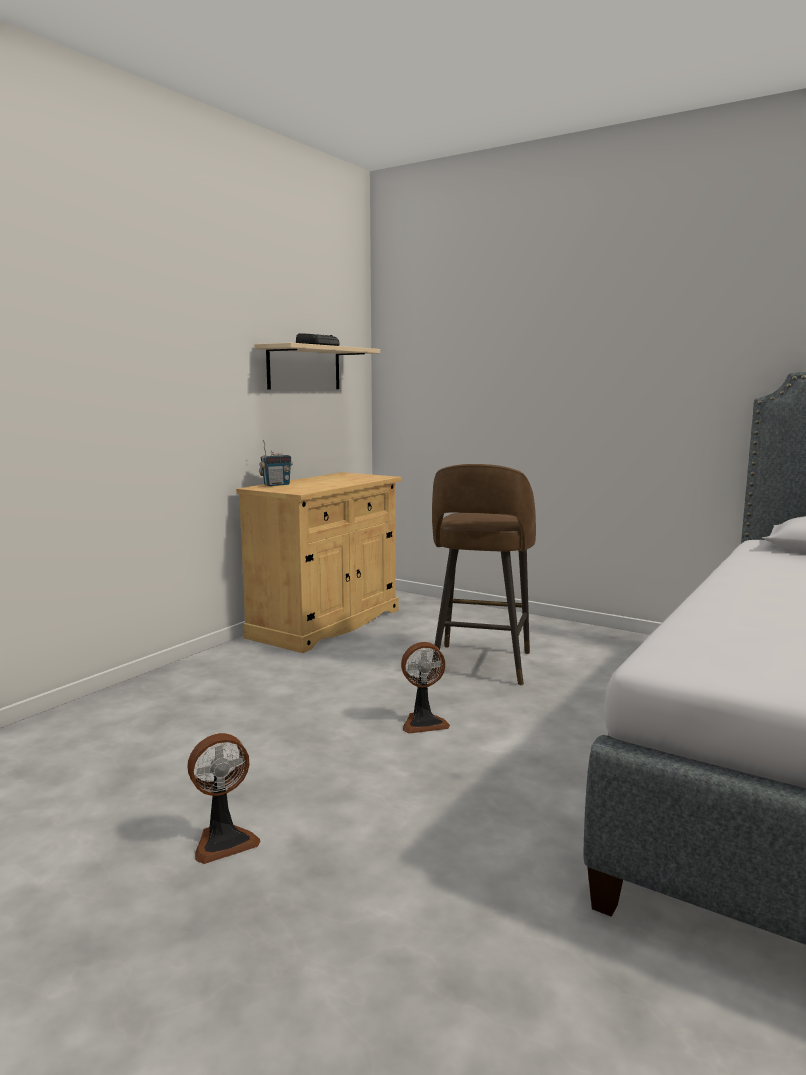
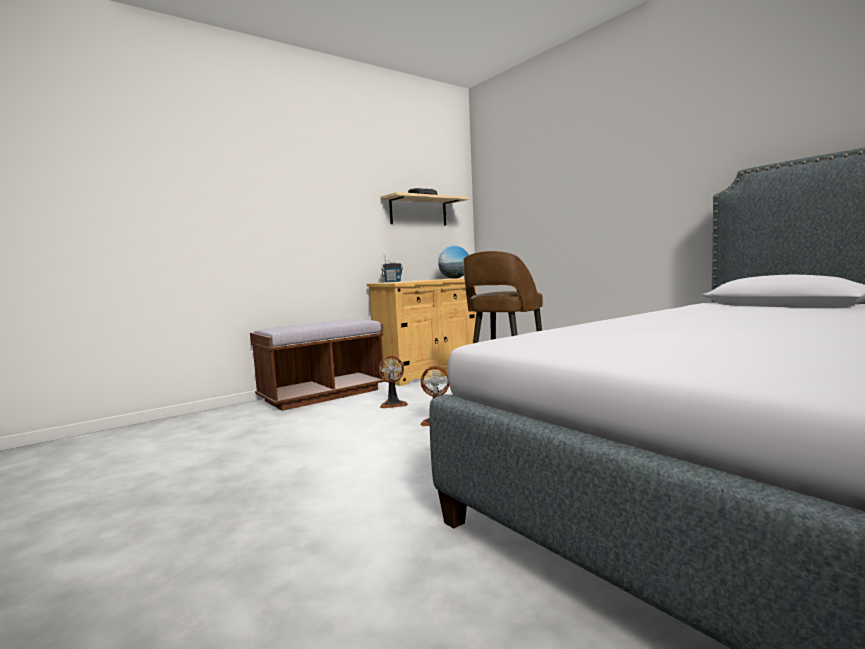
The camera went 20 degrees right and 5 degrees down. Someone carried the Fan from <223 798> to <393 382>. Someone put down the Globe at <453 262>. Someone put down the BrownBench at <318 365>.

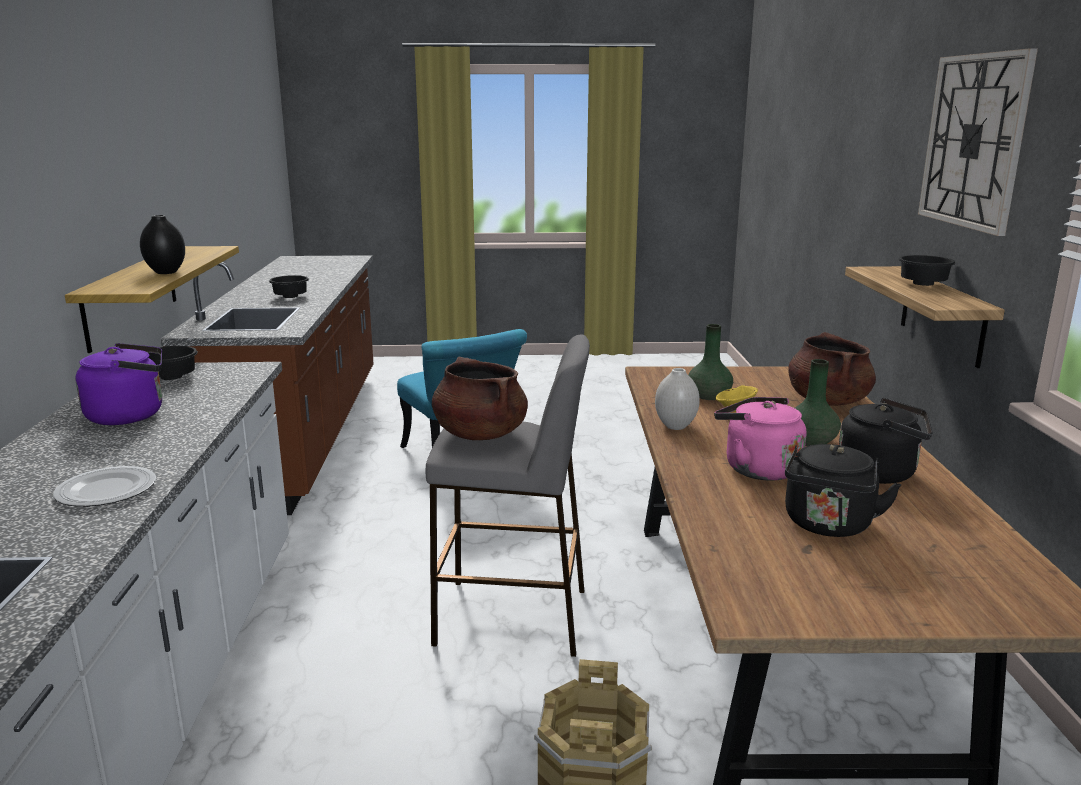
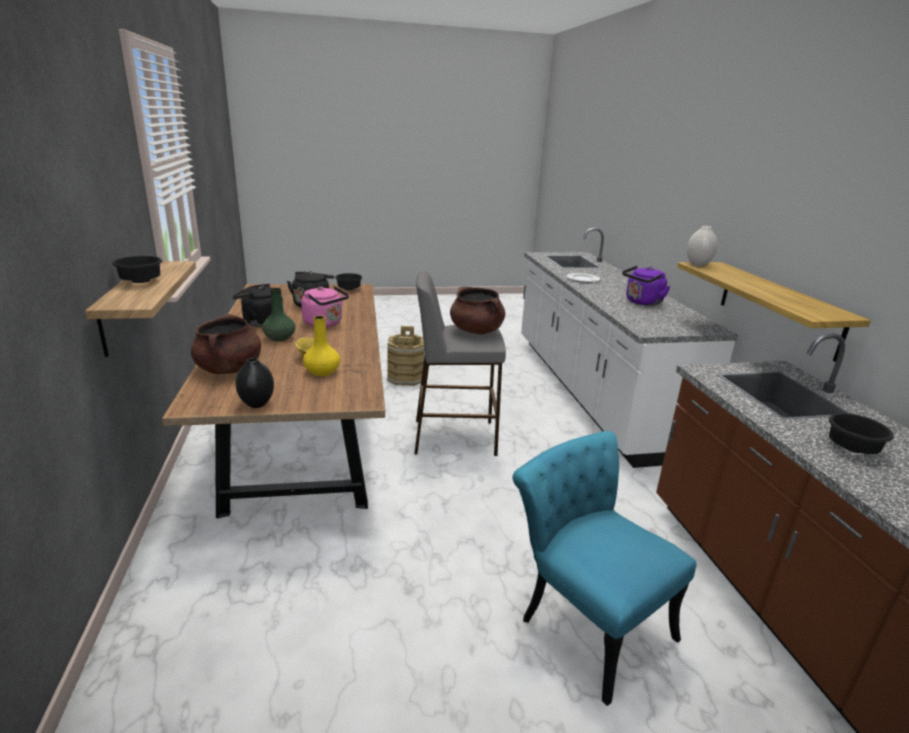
The camera went 170 degrees right and 5 degrees up. Someone took away the WallClock at <978 142>. Someone carried the BlackVase from <162 244> to <255 383>. Someone repainted the GreenVase at <710 362>, which became the YellowVase at <321 346>. Someone carried the BlackBowl from <173 363> to <348 281>. Someone carried the WhiteVase from <677 399> to <702 246>.

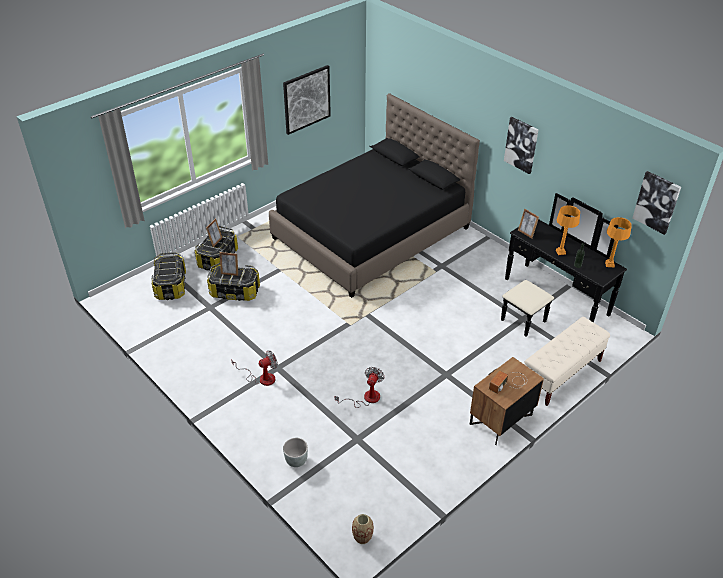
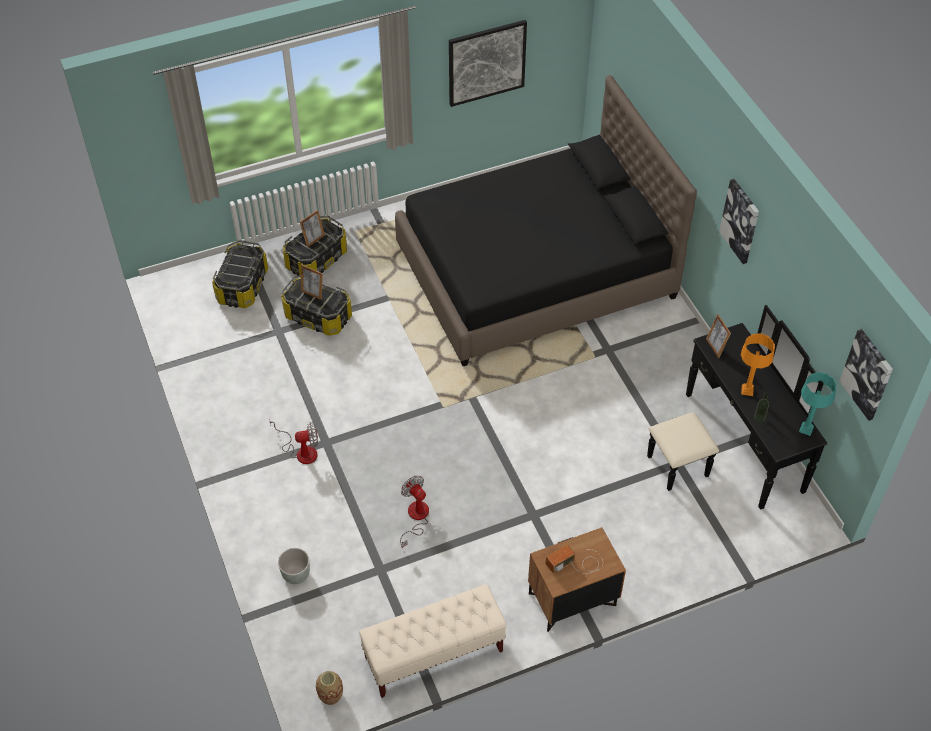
The camera went 20 degrees right and 10 degrees up. Someone repainted the OrangeTableLamp at <618 242>, which became the TurquoiseTableLamp at <817 404>. Someone carried the BeigeBench from <567 361> to <432 641>. Someone rotated the Fan at <360 387> by 75 degrees counterclockwise.

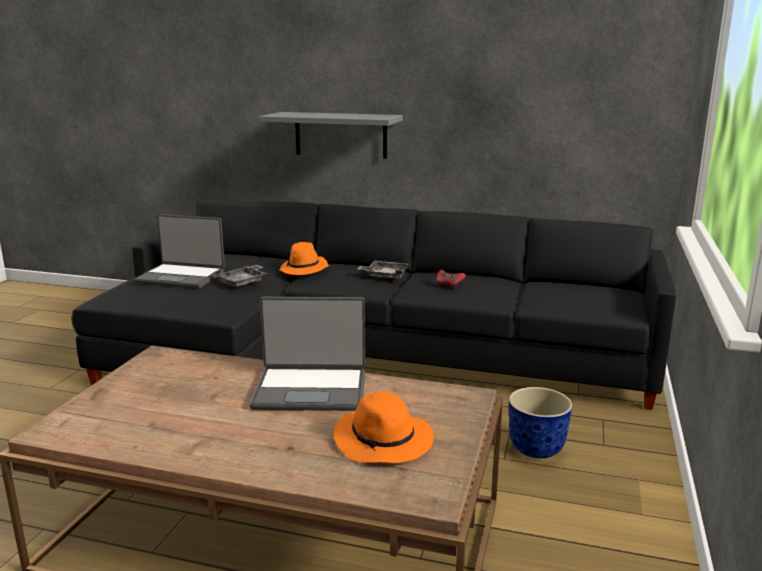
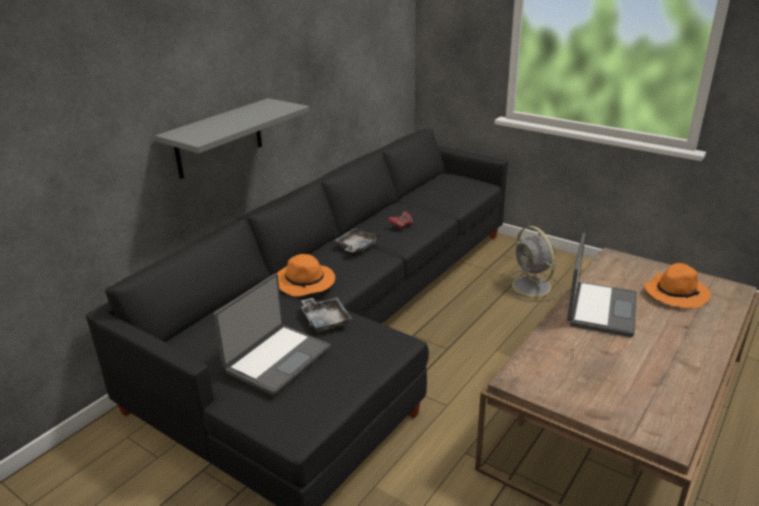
The camera went 70 degrees left and 10 degrees up. Someone swapped the Planter at <540 422> for the GreyFan at <533 264>.

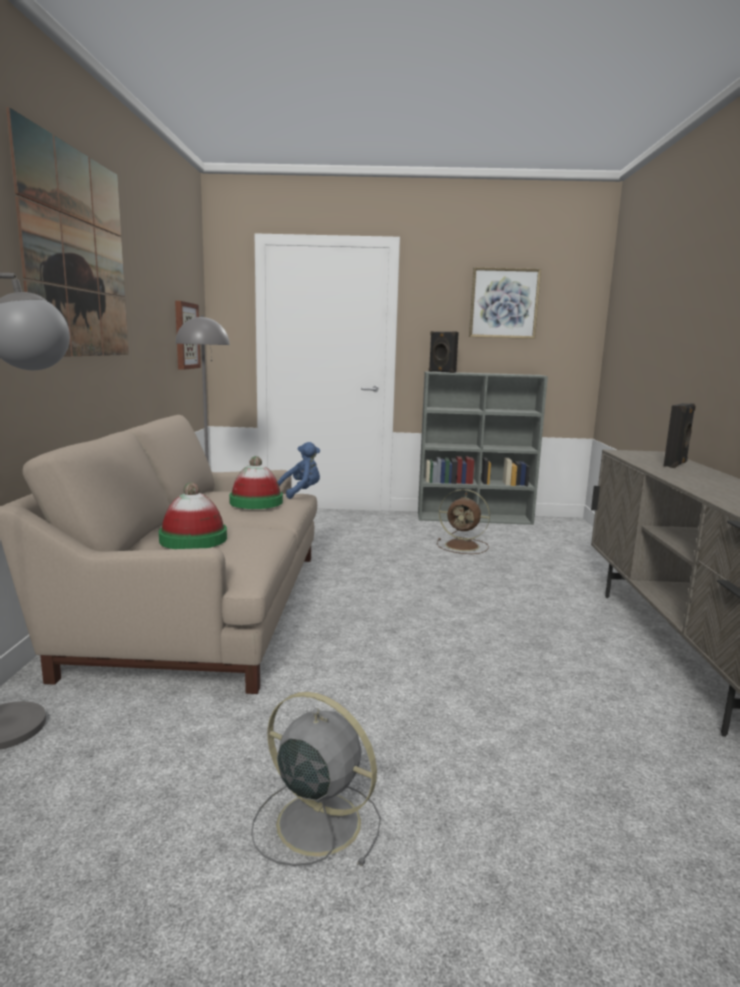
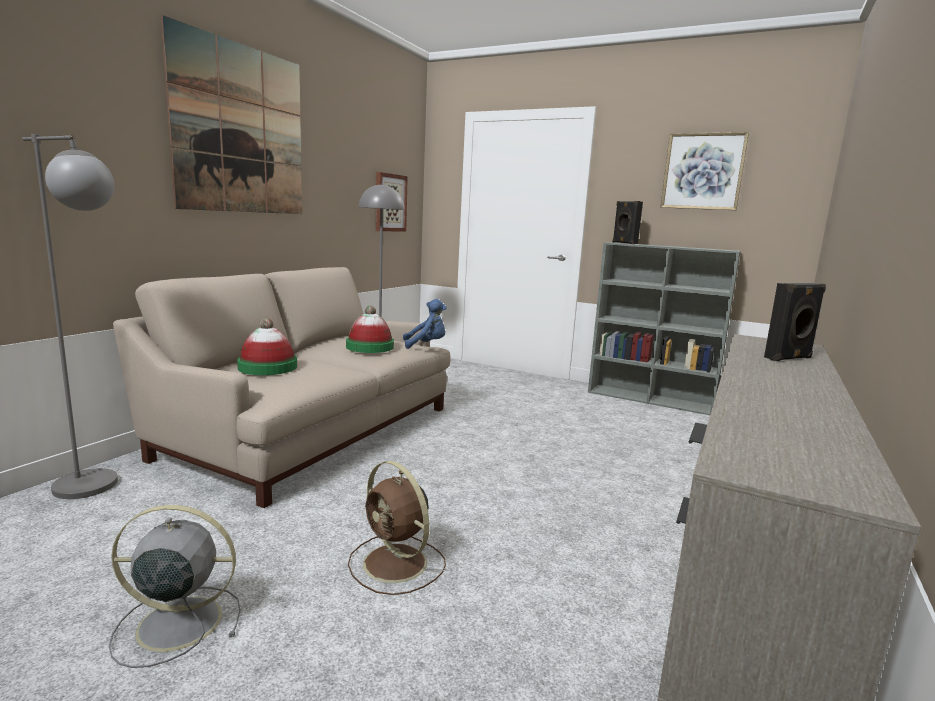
The camera went 25 degrees right and 0 degrees up. Someone carried the BrownFan from <463 521> to <397 528>. Someone rotated the GreyFan at <316 779> by 60 degrees counterclockwise.

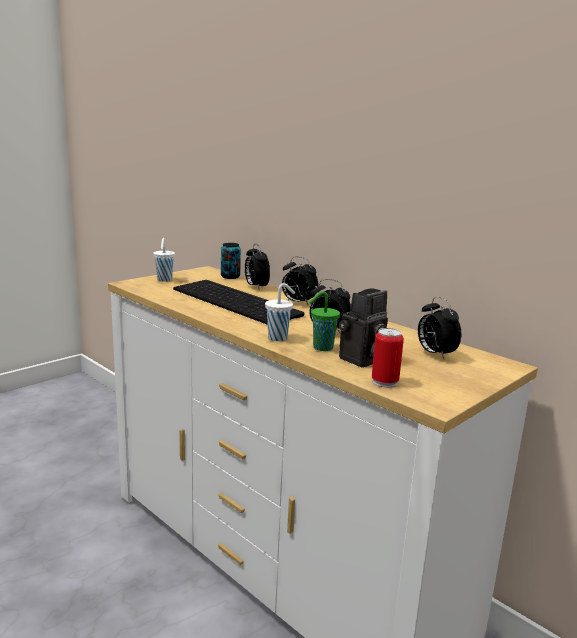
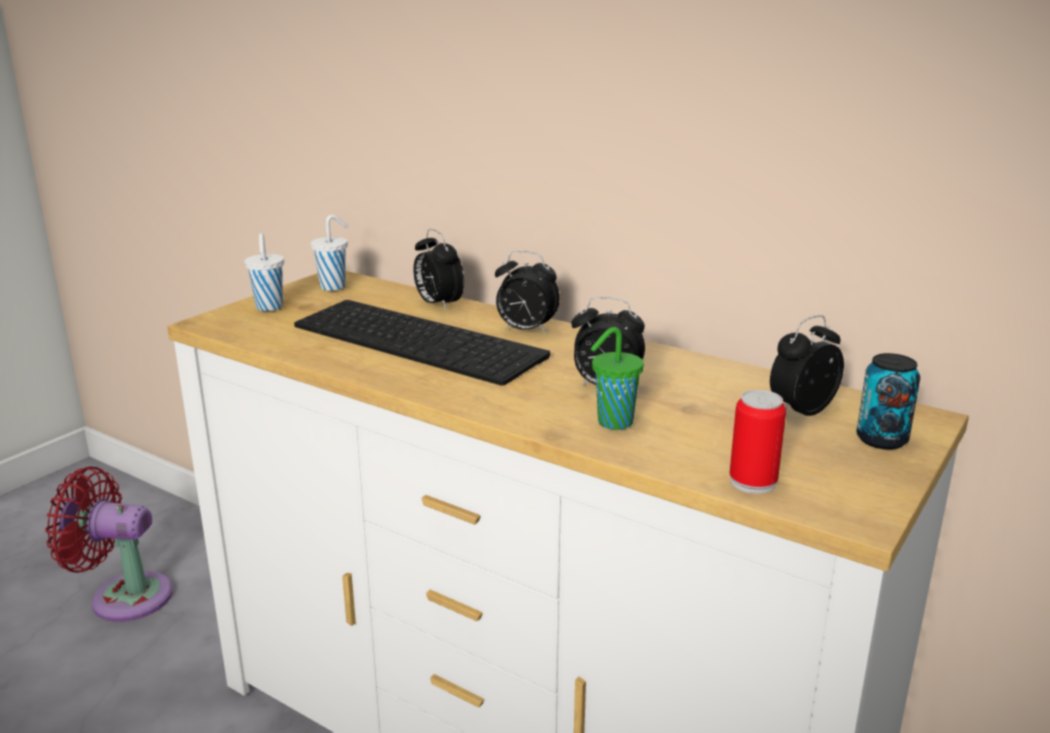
The camera went 10 degrees left and 5 degrees up. Someone carried the Can from <231 261> to <888 401>. Someone carried the WhiteCup from <280 312> to <329 253>. Someone took away the PhotoCamera at <363 327>. Someone rotated the AlarmClock at <439 327> by 90 degrees clockwise. Someone put down the RedFan at <109 544>.

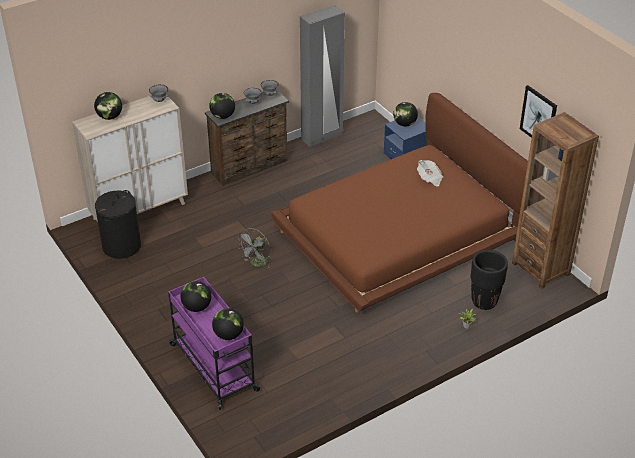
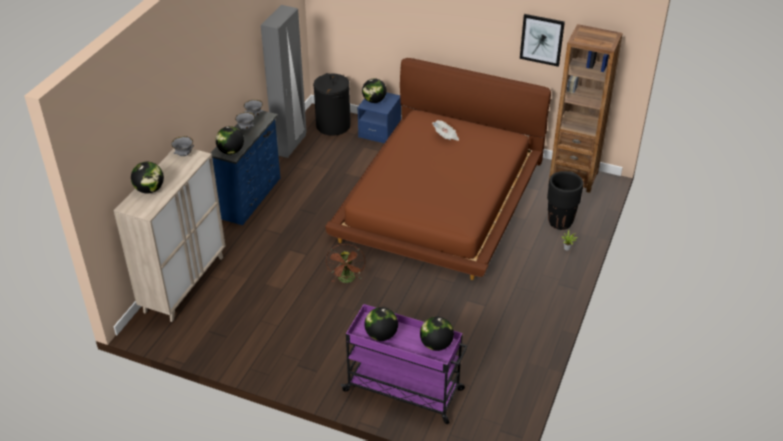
The camera went 35 degrees left and 0 degrees up. Someone repainted the BrownDresser at <247 137>, which became the BlueDresser at <245 168>. Someone carried the BlackLaundryBasket from <118 224> to <332 104>. Someone repainted the GreyFan at <255 248>, which became the BrownFan at <345 263>.

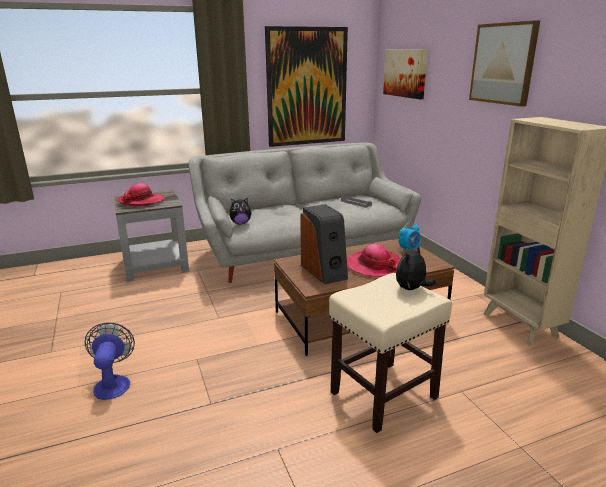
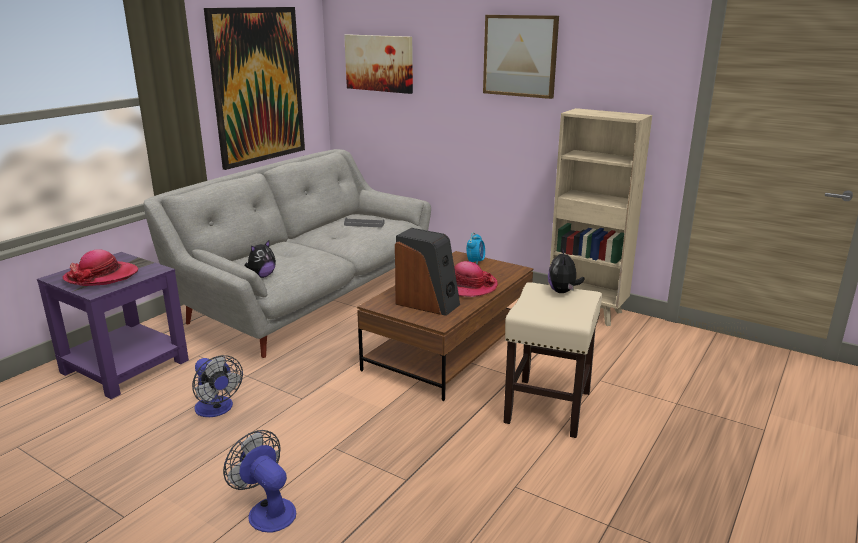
The camera went 35 degrees left and 0 degrees up. Someone repainted the GreySideTable at <151 235>, which became the PurpleSideTable at <113 325>. Someone put down the Fan at <217 386>.

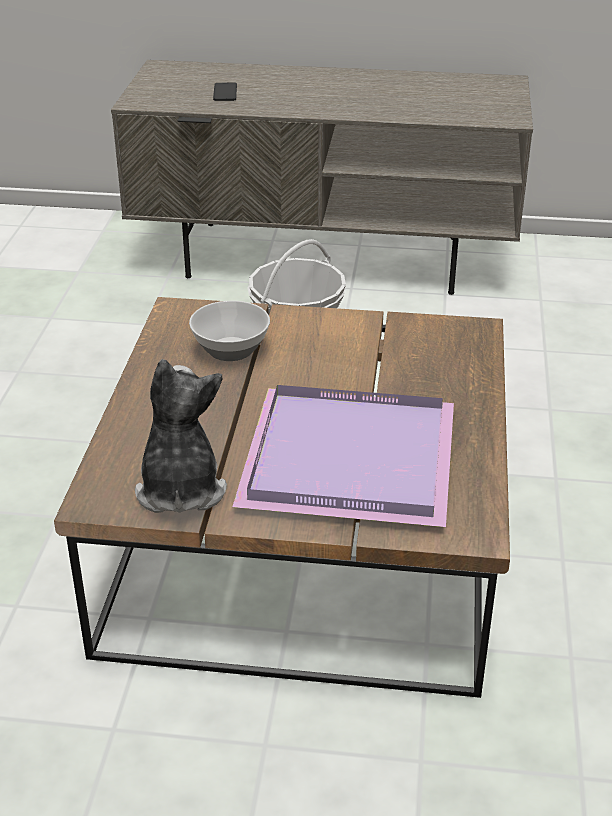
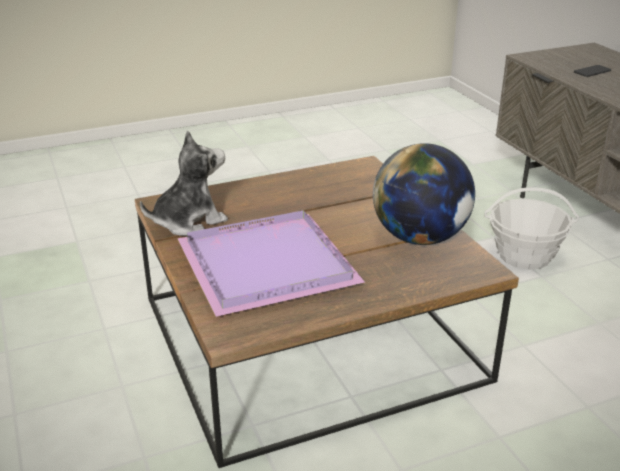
The camera went 60 degrees right and 5 degrees down. Someone took away the Bowl at <229 331>. Someone put down the Globe at <424 194>.

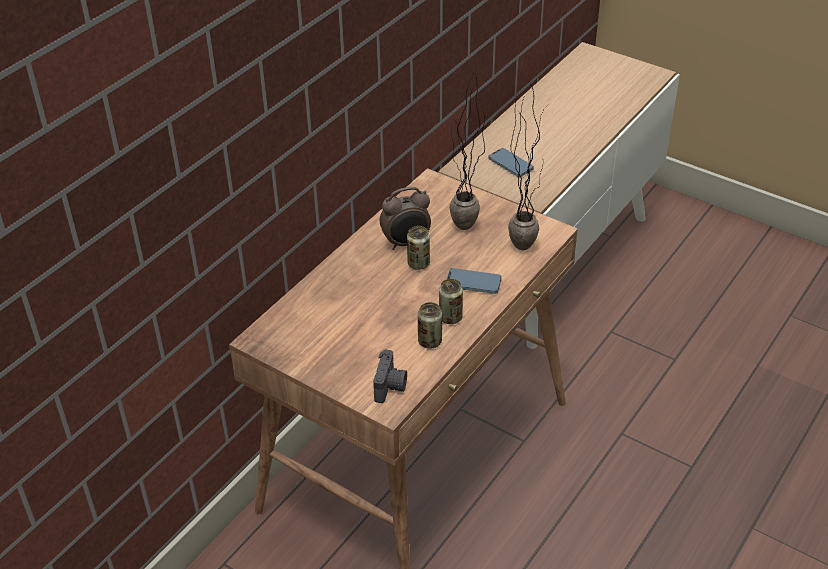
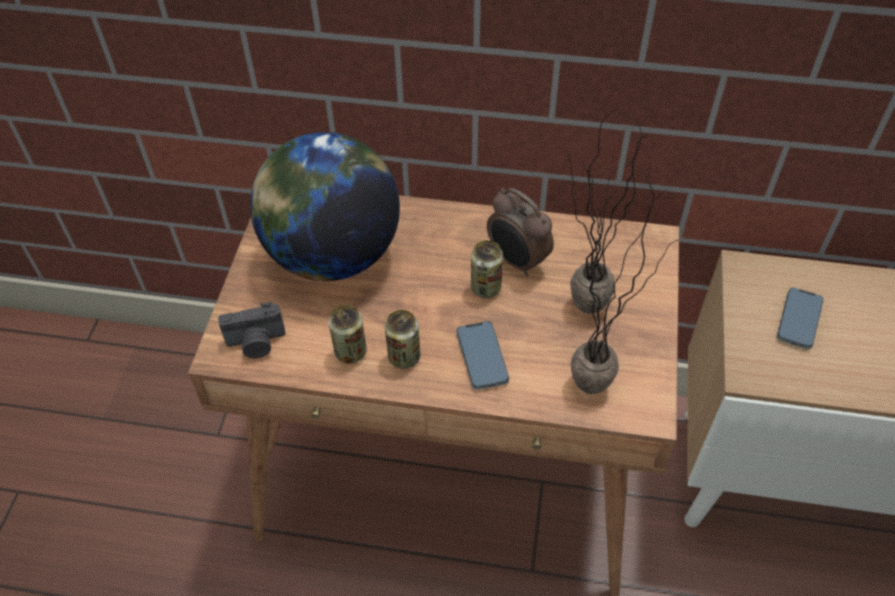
The camera went 65 degrees right and 10 degrees up. Someone put down the Globe at <325 206>.

